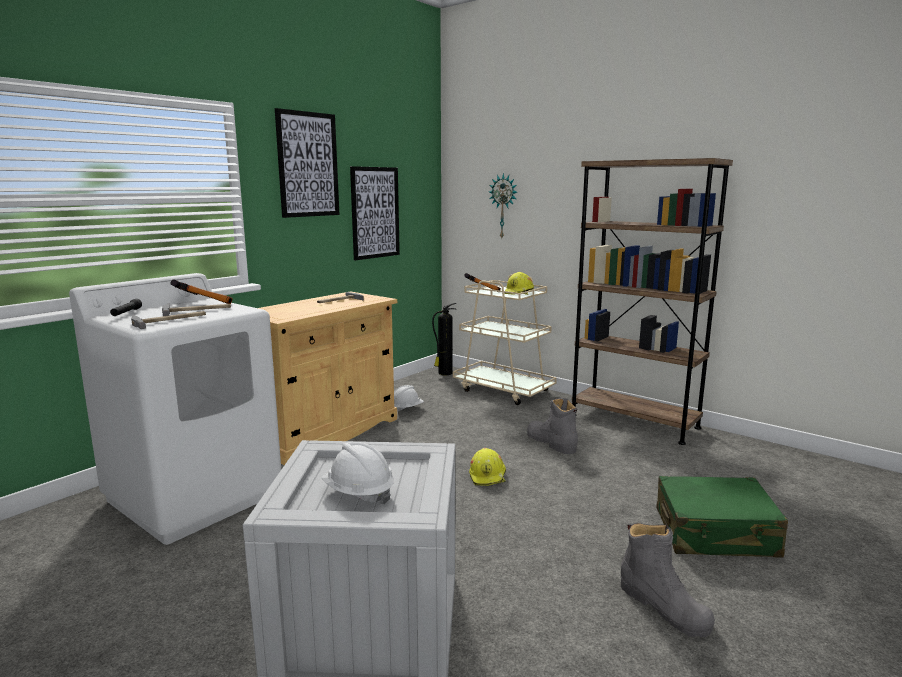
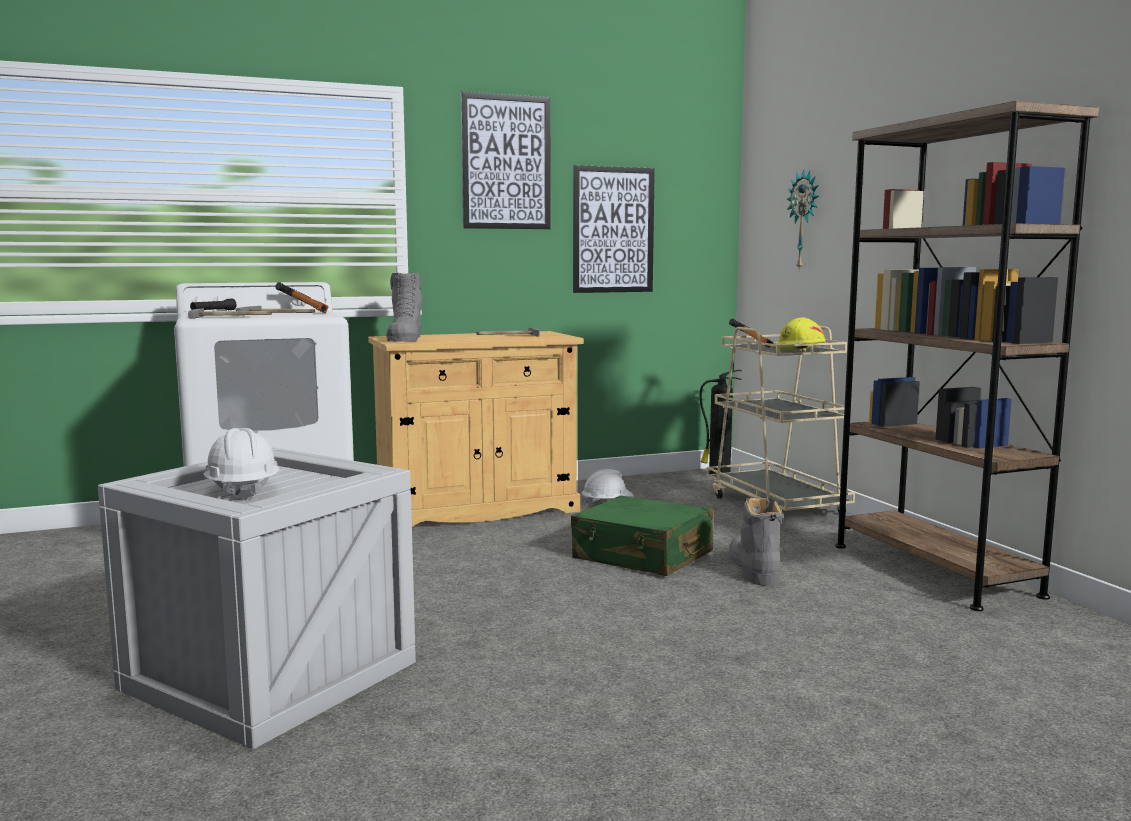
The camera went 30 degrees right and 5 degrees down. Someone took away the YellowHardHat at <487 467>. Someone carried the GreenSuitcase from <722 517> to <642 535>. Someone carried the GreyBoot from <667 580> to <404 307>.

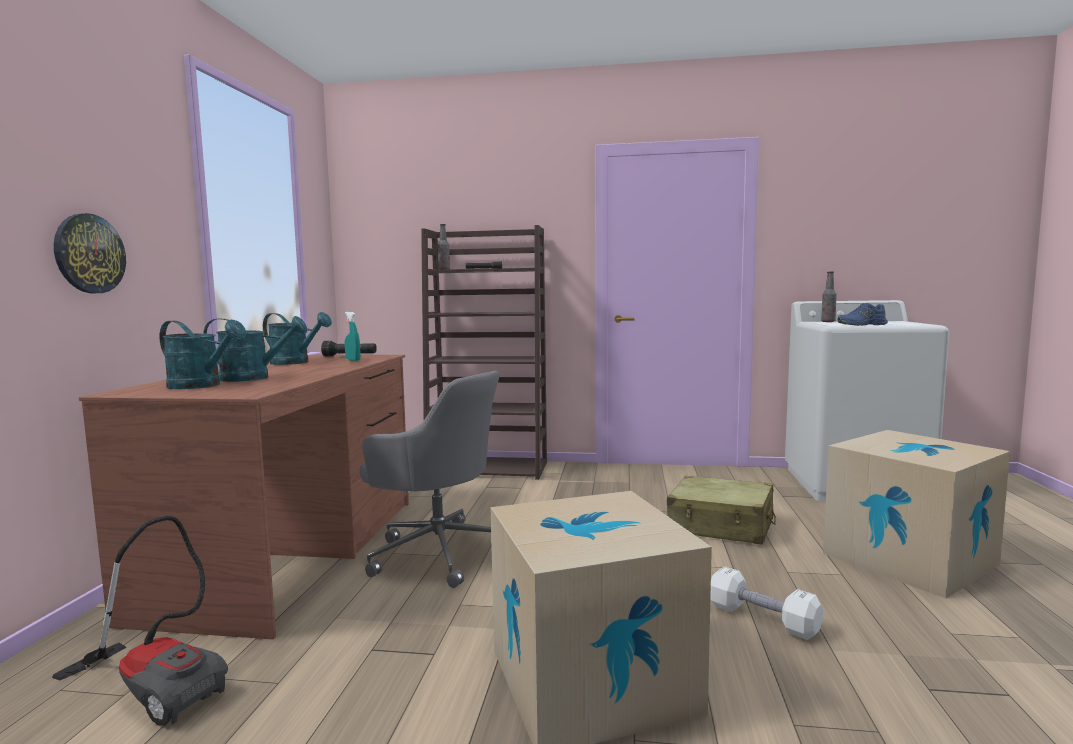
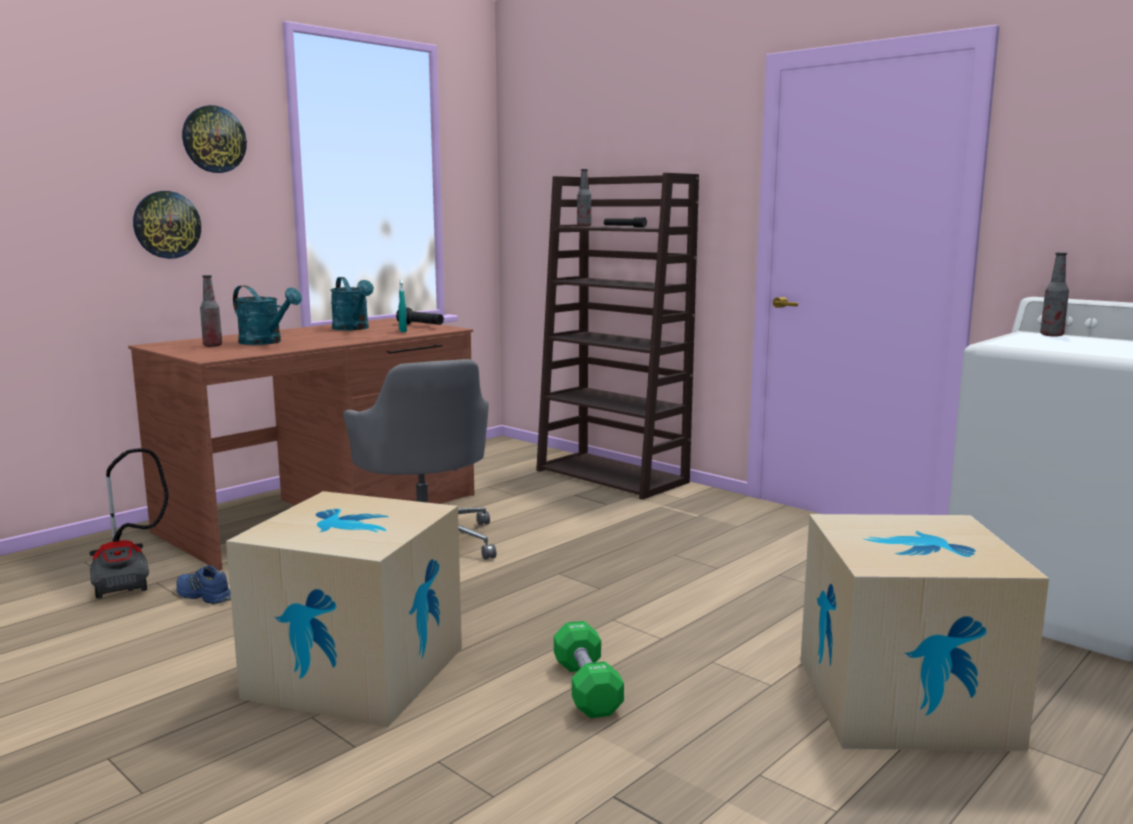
The camera went 35 degrees right and 5 degrees up. Someone carried the BlueShoe from <863 314> to <203 584>. Someone swapped the TurquoiseWateringCan at <203 354> for the Bottle at <211 311>. Someone took away the BeigeSuitcase at <721 510>. Someone repainted the WhiteDumbbell at <766 603>, which became the GreenDumbbell at <589 669>. Someone put up the WallClock at <214 139>.

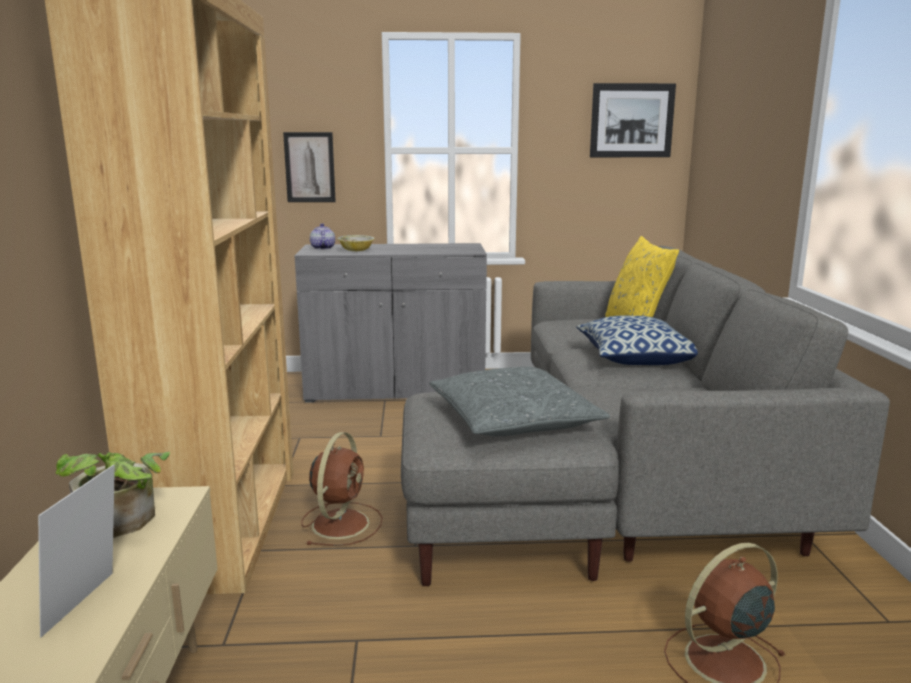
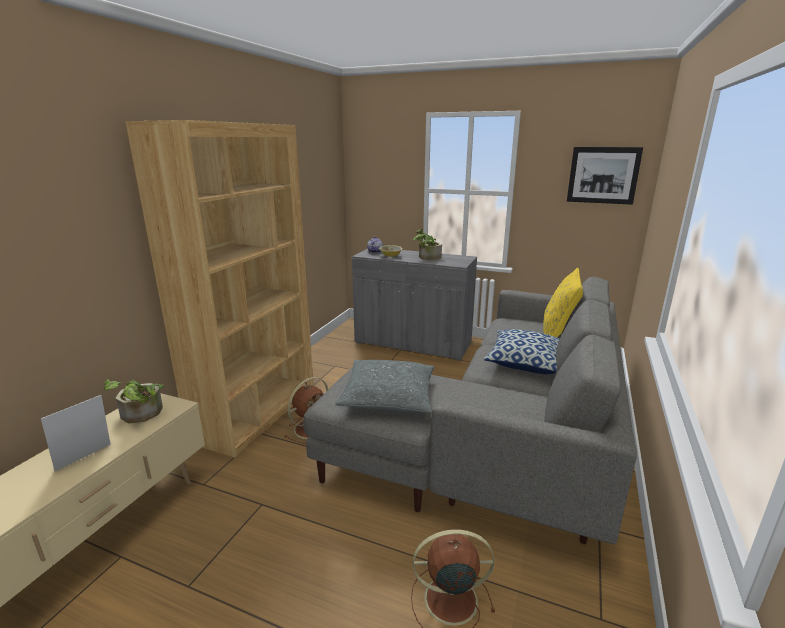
The camera went 25 degrees right and 5 degrees up. Someone took away the Picture at <309 167>. Someone put down the PottedPlant at <427 244>.

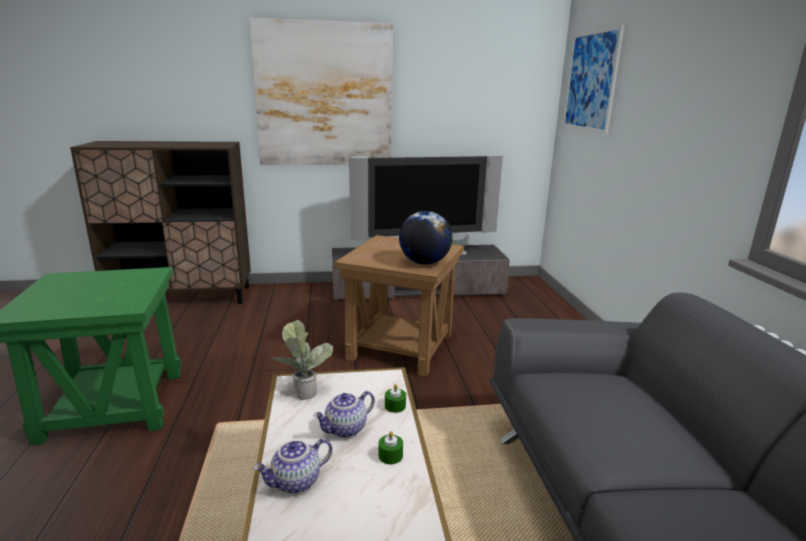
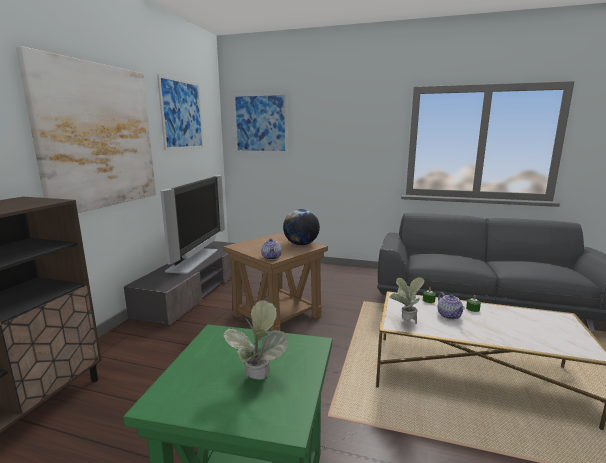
The camera went 65 degrees left and 5 degrees down. Someone carried the Teapot from <292 466> to <271 249>. Someone put up the Picture at <180 112>. Someone put down the PottedPlant at <255 340>.

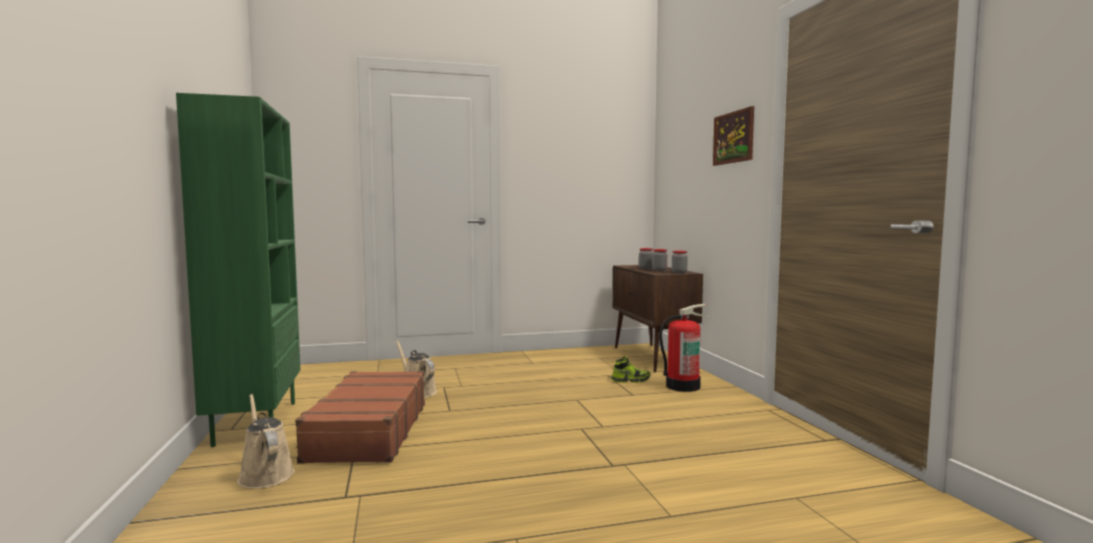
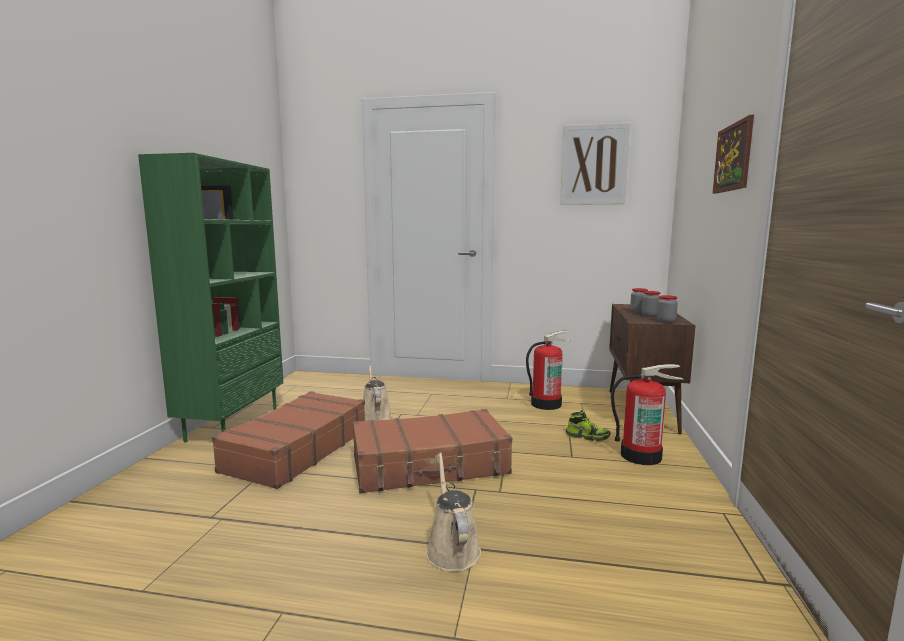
The camera went 25 degrees right and 5 degrees up. Someone carried the BeigeWateringCan from <266 441> to <453 512>. Someone put up the Picture at <595 164>. Someone put down the FireExtinguisher at <548 370>. Someone put down the BrownSuitcase at <432 451>.

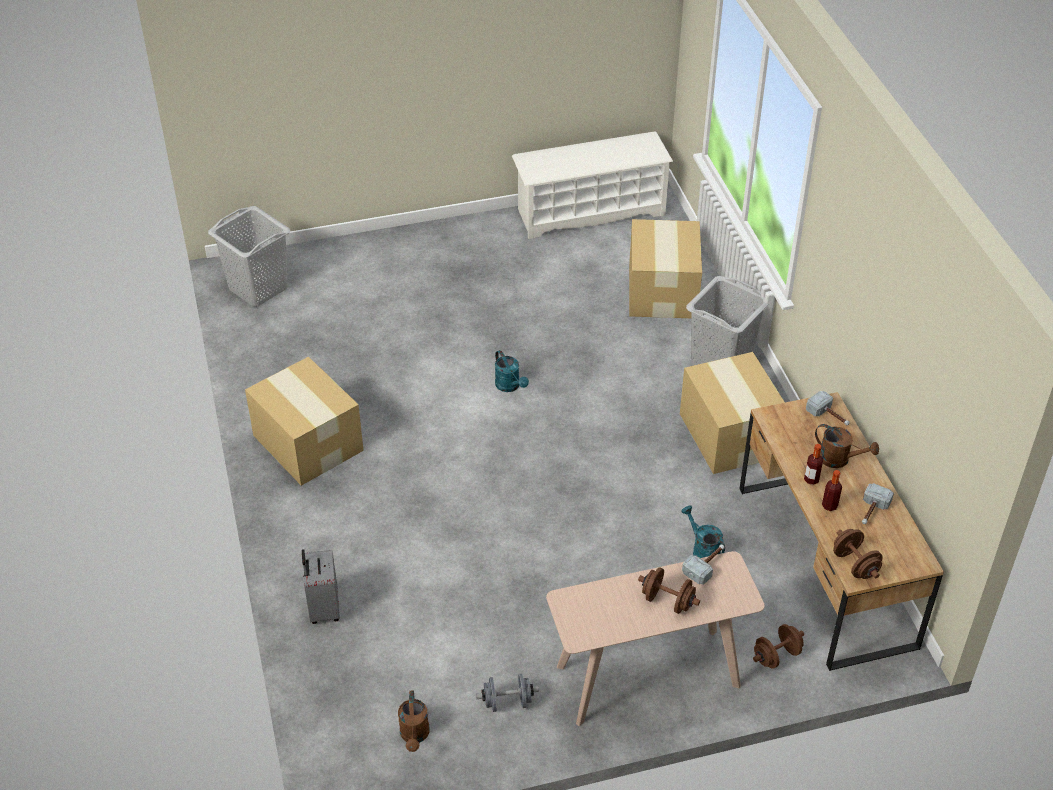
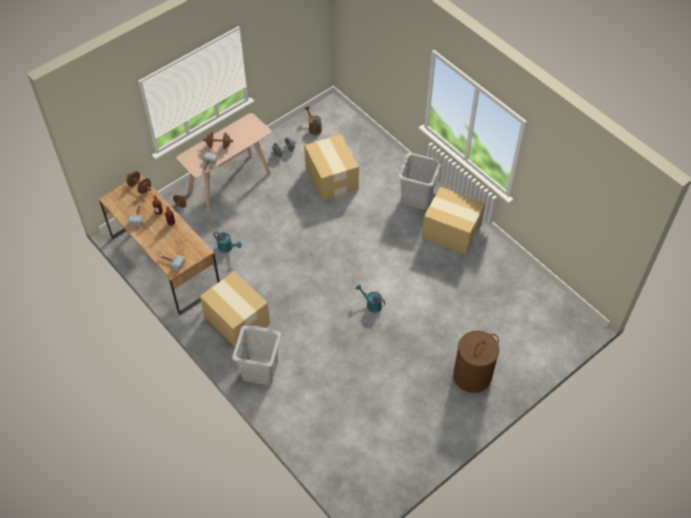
The camera went 155 degrees right and 10 degrees up. Someone took away the WhiteShoeRack at <592 185>. Someone carried the GreyLaundryBasket from <249 256> to <420 181>. Someone carried the CardboardBox from <665 268> to <331 167>. Someone took away the BrownWateringCan at <847 446>. Someone took away the GreySuitcase at <321 586>. Someone put down the BrownLaundryBasket at <476 362>.

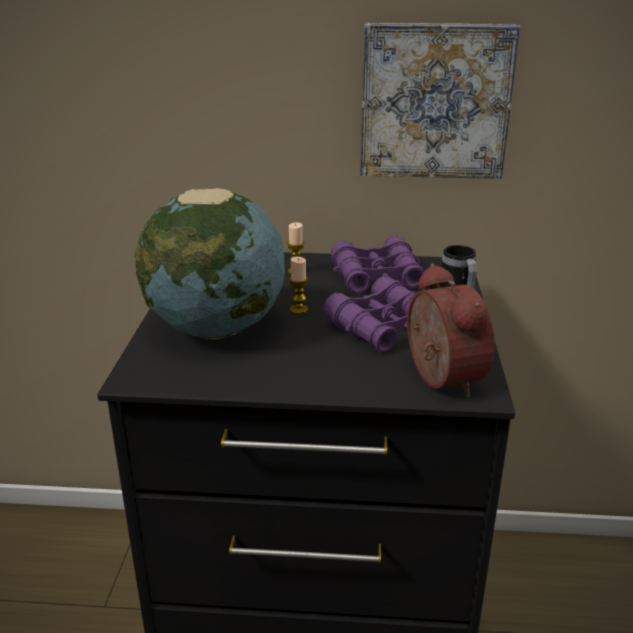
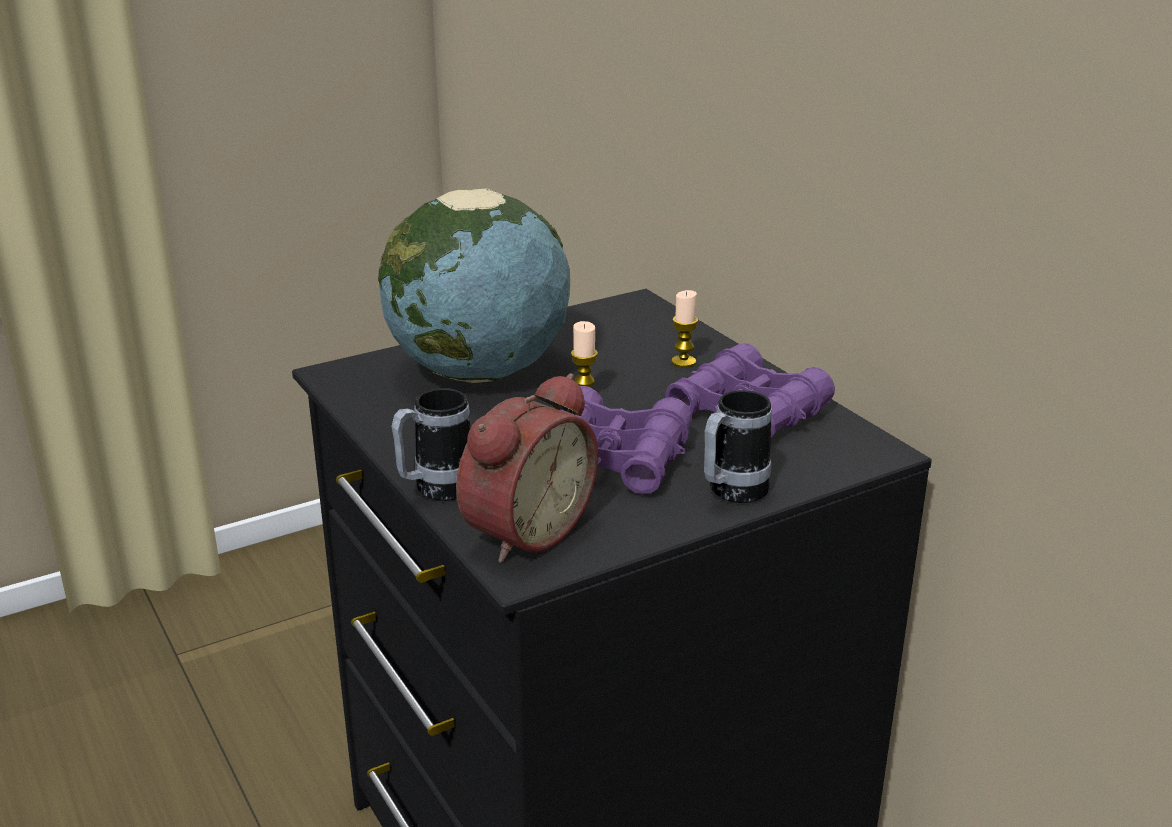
The camera went 55 degrees right and 0 degrees up. Someone took away the Picture at <440 101>. Someone put down the Mug at <430 444>.

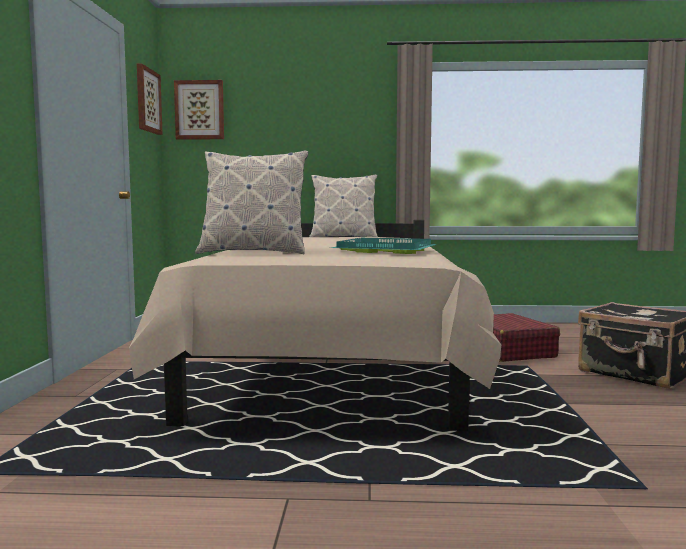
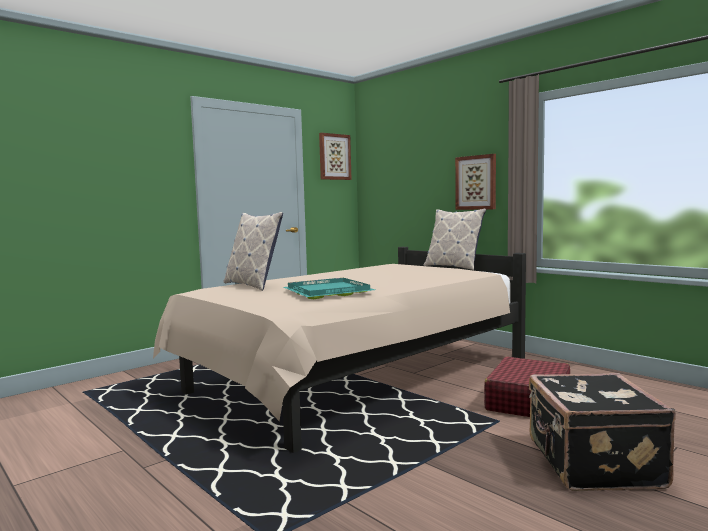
The camera went 45 degrees right and 0 degrees up. Someone carried the Picture from <199 110> to <475 182>.

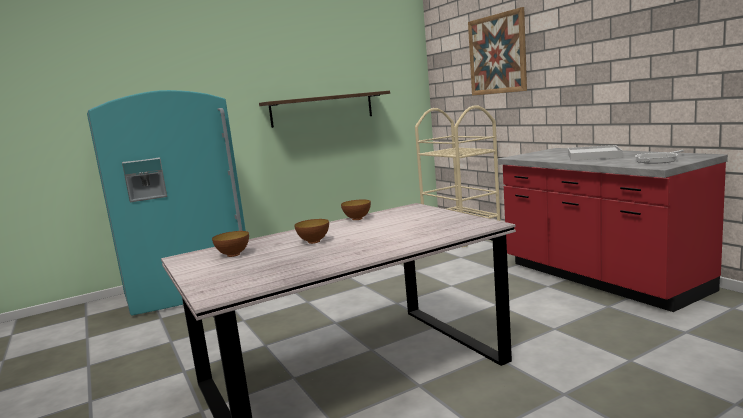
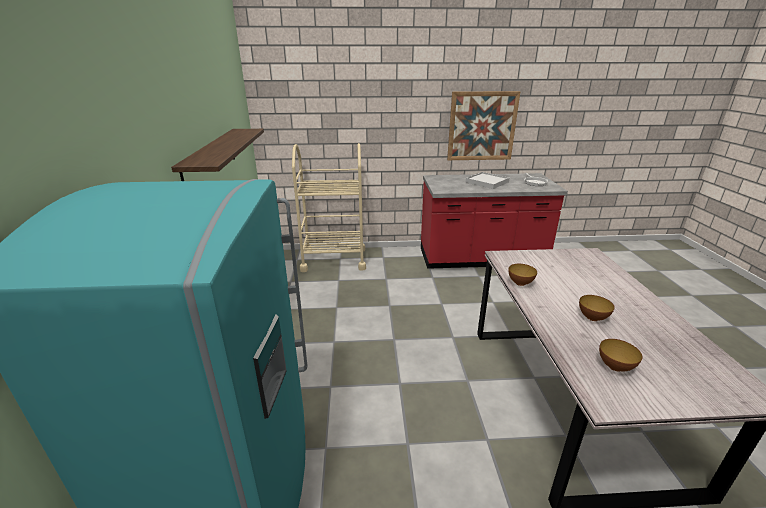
The camera went 65 degrees left and 15 degrees up. Someone carried the Picture from <497 51> to <484 125>.

